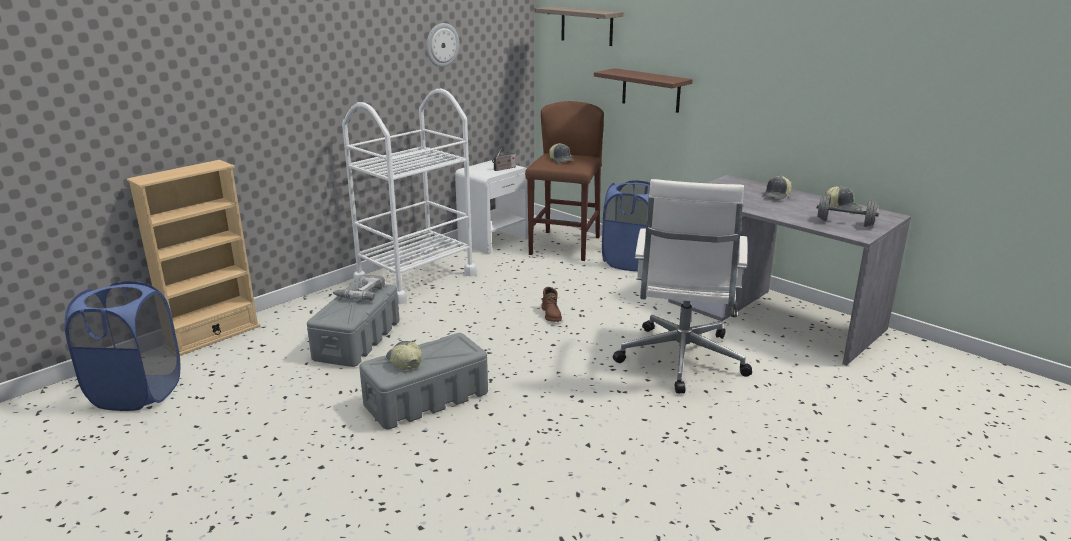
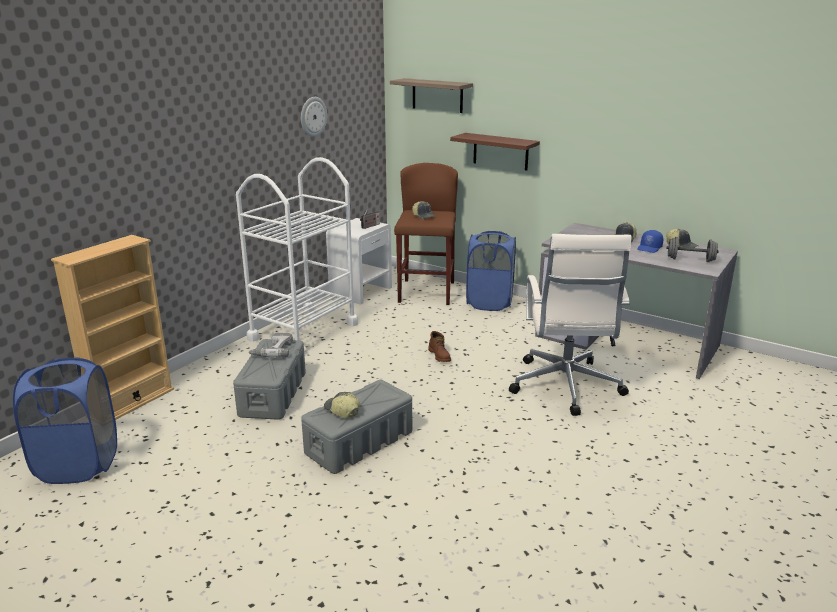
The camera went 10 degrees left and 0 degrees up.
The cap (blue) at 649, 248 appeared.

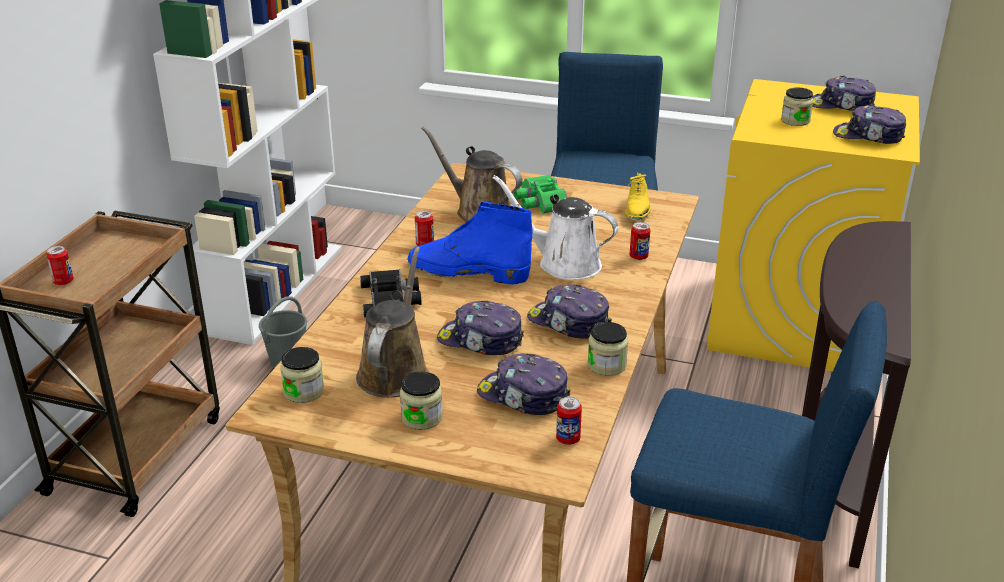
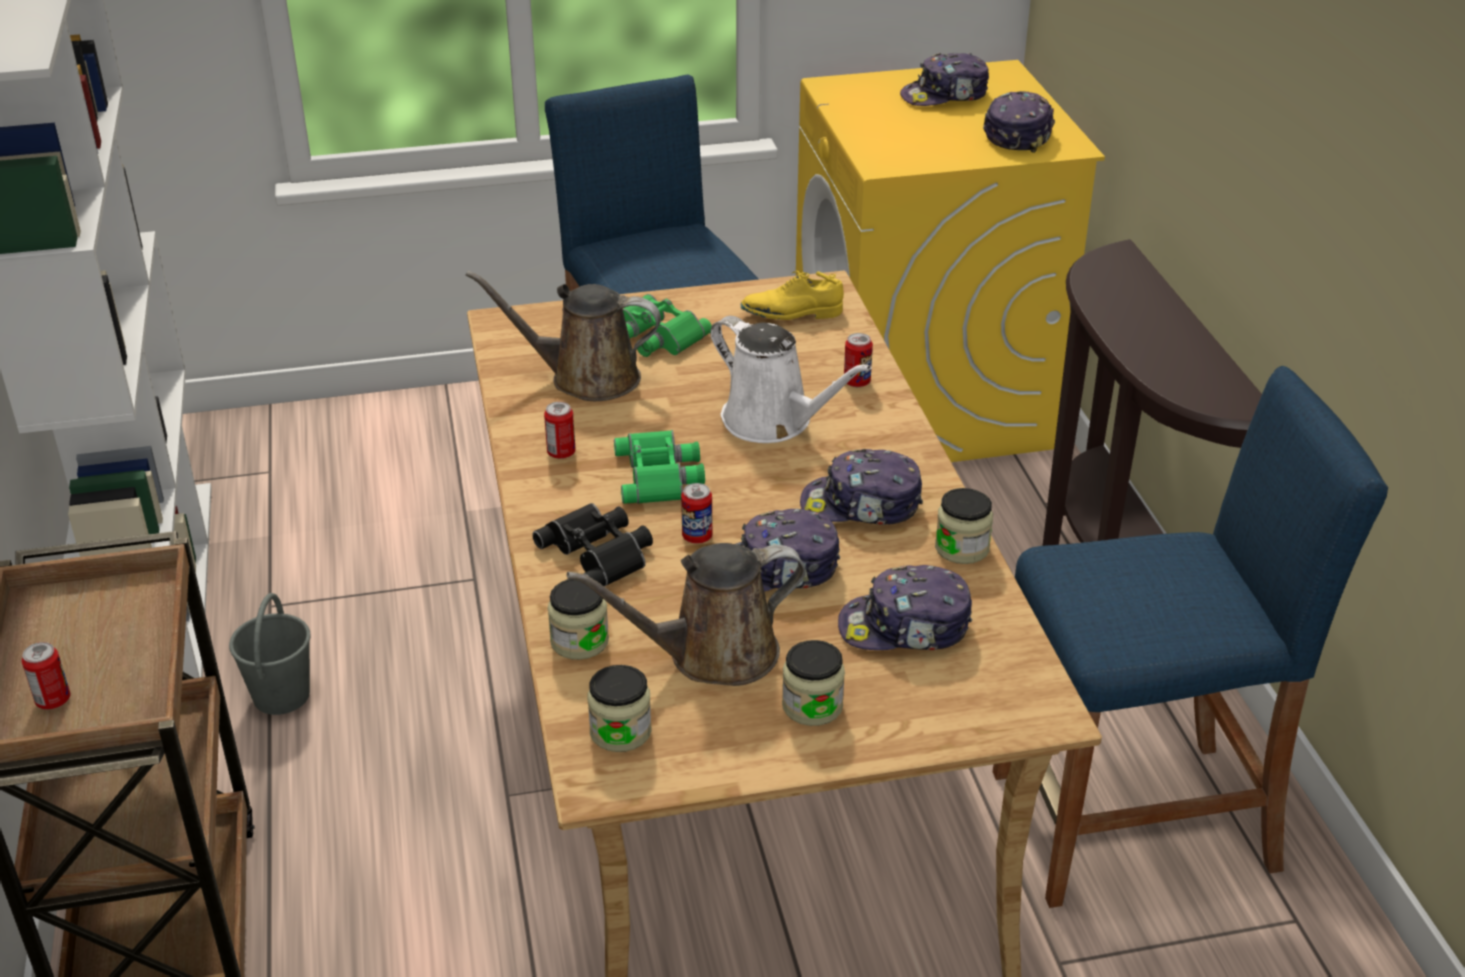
The camera went 30 degrees left and 5 degrees up.
The metal can moved from 568, 439 to 697, 537.
The jar moved from 795, 120 to 579, 641.
The tall boot (blue) at 467, 271 was replaced by the pair of binoculars (greenish) at 660, 475.
The watering can (brown-coloured) at 395, 371 turned 90 degrees counterclockwise.
The watering can (white-coloured) at 563, 263 turned 135 degrees counterclockwise.
The shoe (yellow) at 637, 210 turned 105 degrees clockwise.
The cap at 868, 136 turned 120 degrees clockwise.

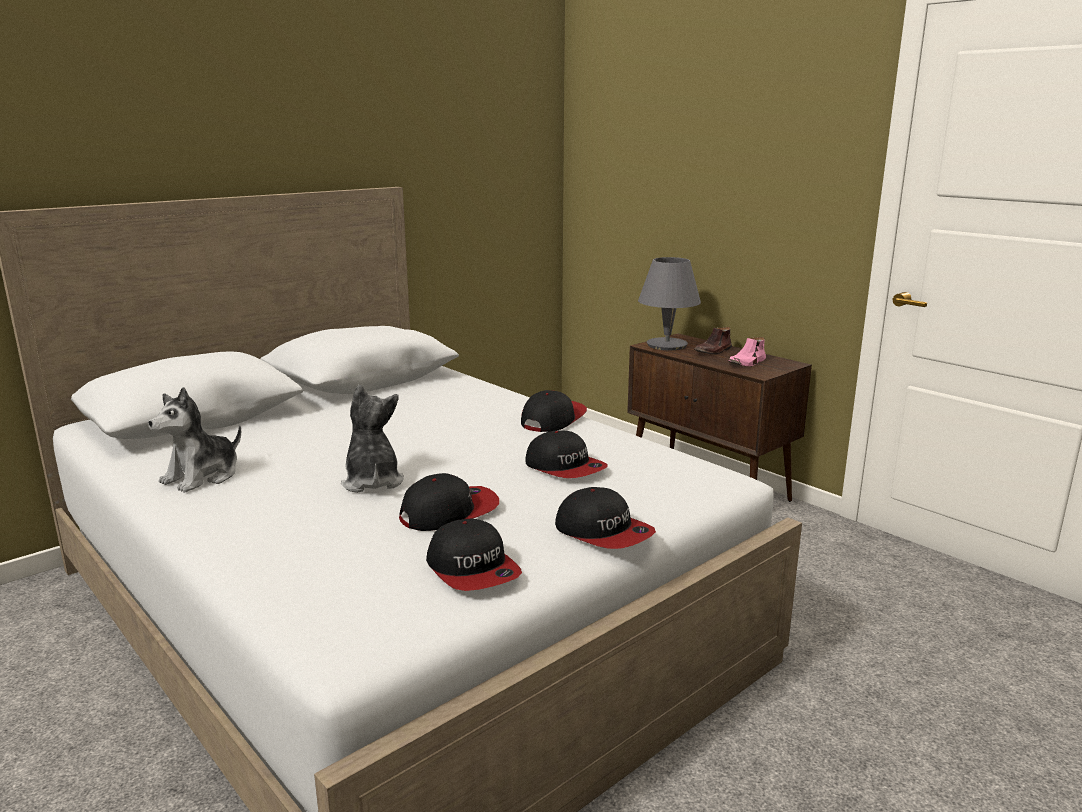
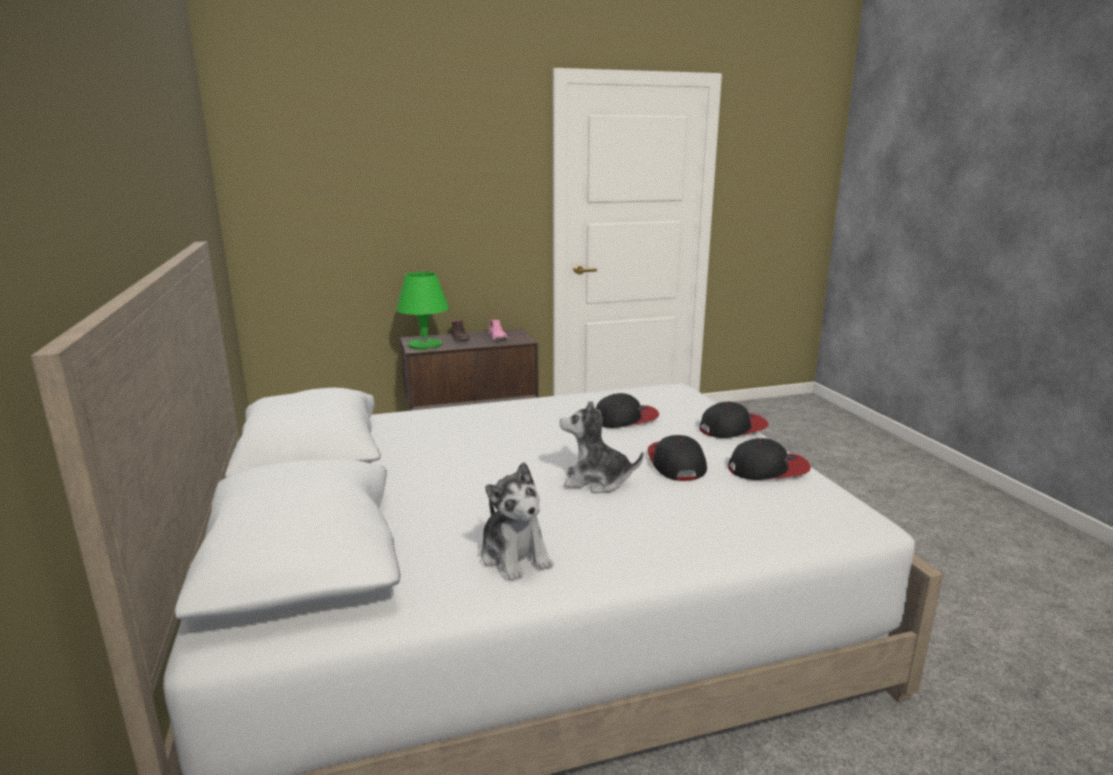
The camera went 65 degrees left and 0 degrees up.
The cap at 553, 419 disappeared.
The table lamp (grey) at 667, 345 became the table lamp (greenish) at 424, 345.

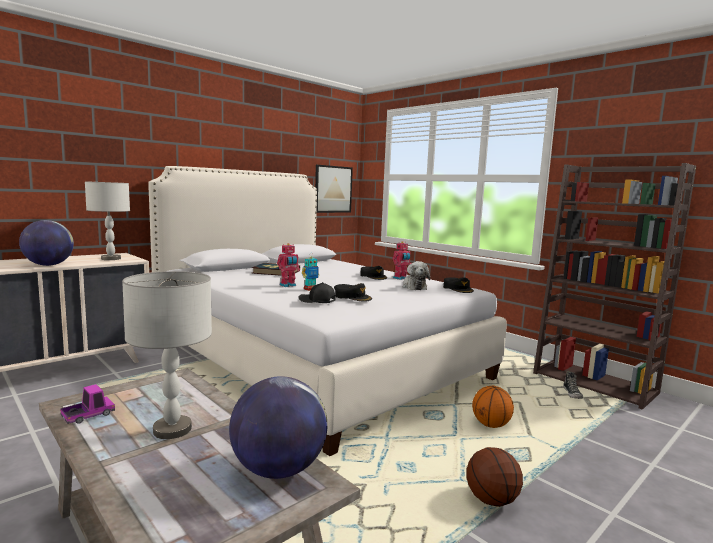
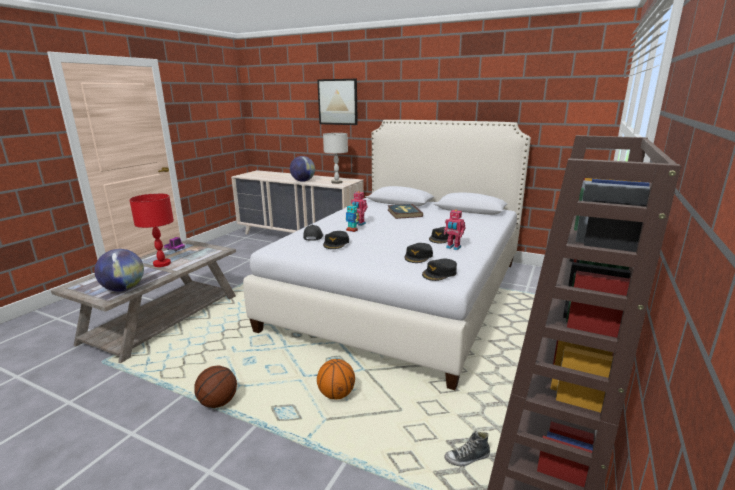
The camera went 70 degrees right and 10 degrees up.
The picture moved from 333, 189 to 338, 102.
The cuddly toy at 414, 287 was replaced by the cap (black) at 418, 256.
The table lamp (grey) at 172, 429 became the table lamp (red-coloured) at 162, 264.

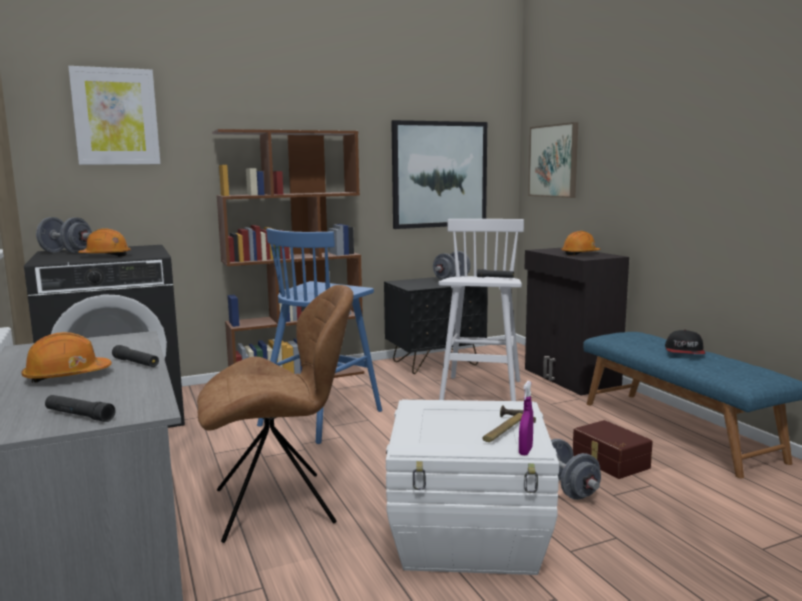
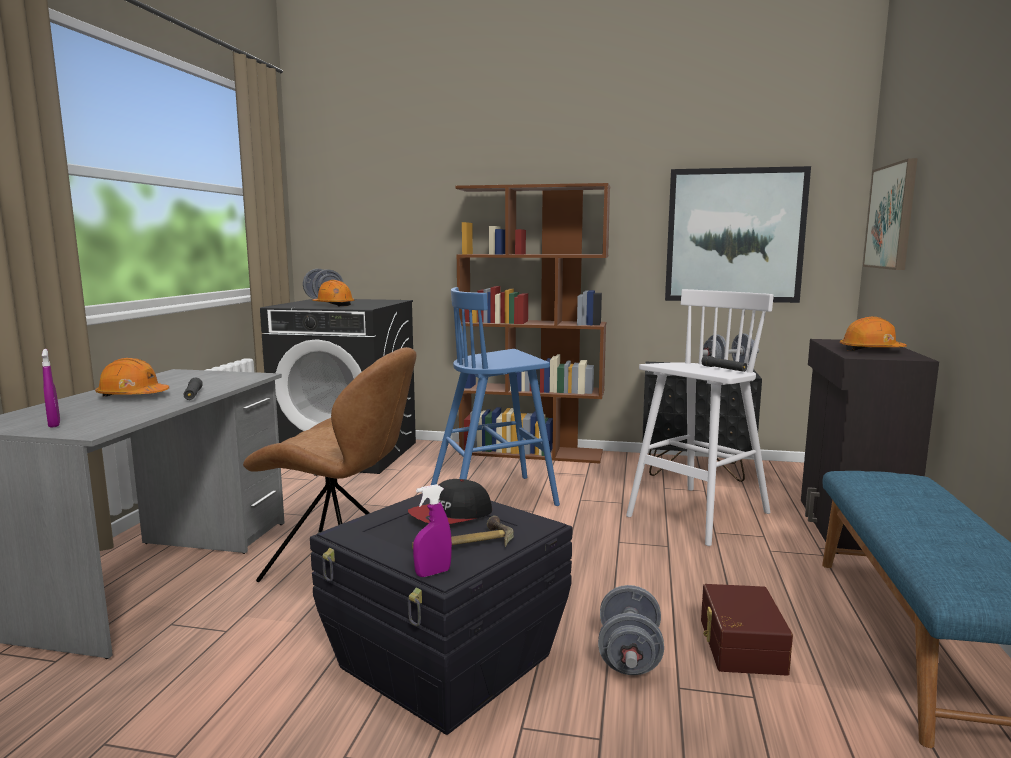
The camera went 35 degrees right and 0 degrees up.
The picture at 116, 117 disappeared.
The cap moved from 684, 352 to 451, 515.
The torch (black) at 79, 415 was replaced by the spray bottle (purple) at 54, 424.
The storage container (white-coloured) at 470, 536 became the storage container (black) at 446, 662.

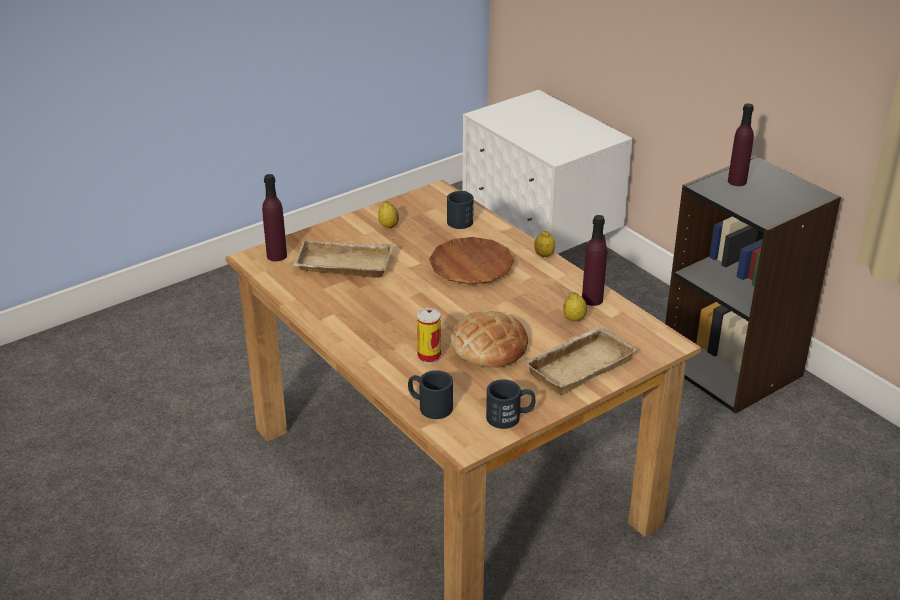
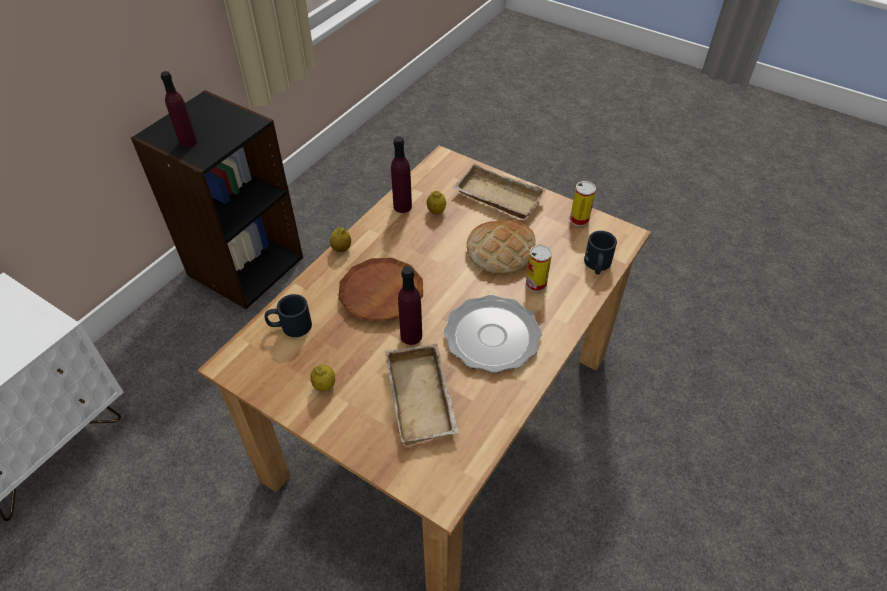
The camera went 110 degrees left and 15 degrees up.
The flat dish at 492, 336 appeared.
The bottle (purple) moved from 277, 256 to 411, 336.
The mug (black) at 510, 417 was replaced by the metal can at 579, 219.

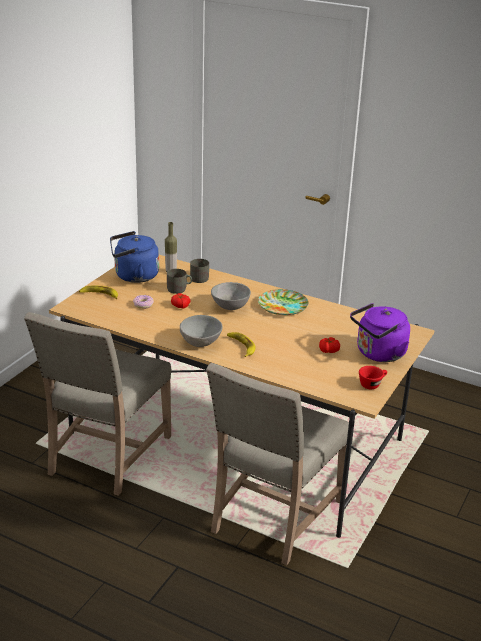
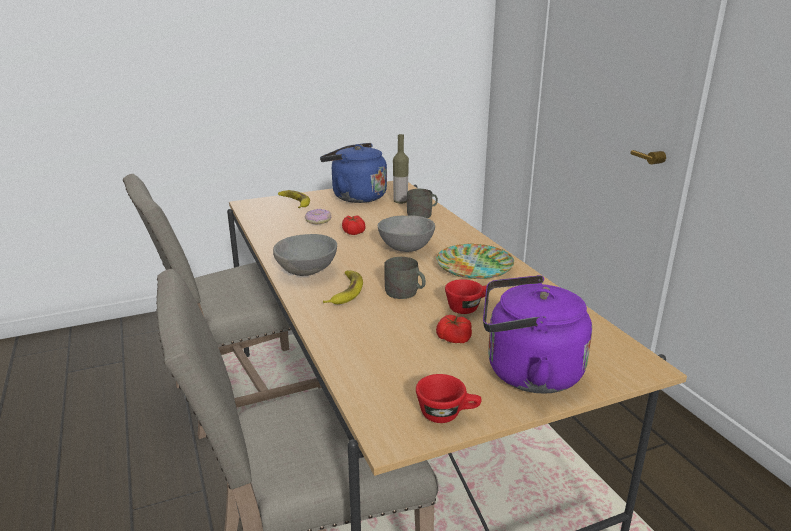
The camera went 40 degrees right and 5 degrees down.
The cup (red-coloured) at 467, 307 appeared.
The mug (grey) moved from 179, 289 to 405, 293.

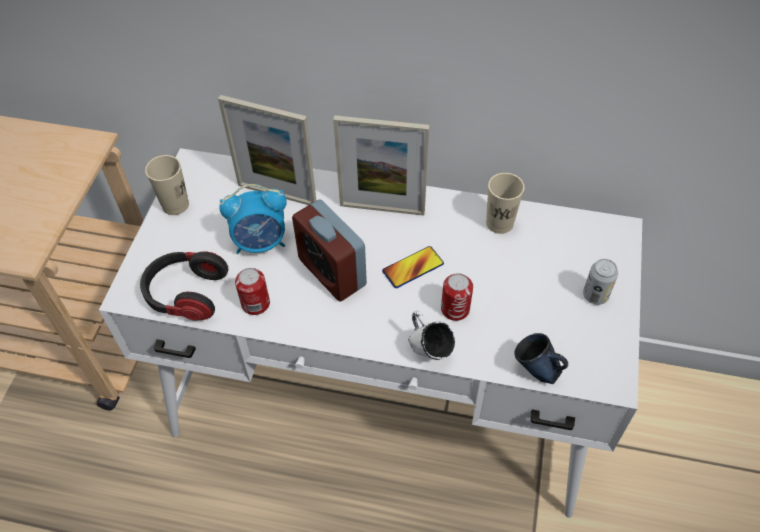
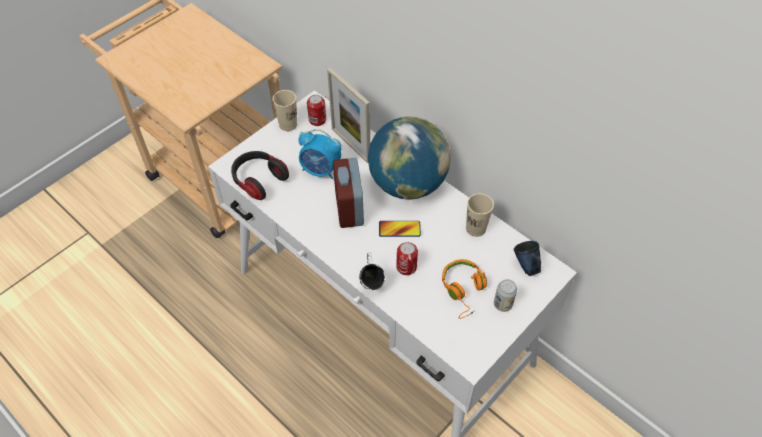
The camera went 30 degrees right and 0 degrees up.
The headset (orange-coloured) at 463, 290 appeared.
The metal can moved from 255, 304 to 317, 120.
The mug (blue) moved from 536, 372 to 526, 267.
The picture frame at 382, 208 was replaced by the globe at 408, 183.

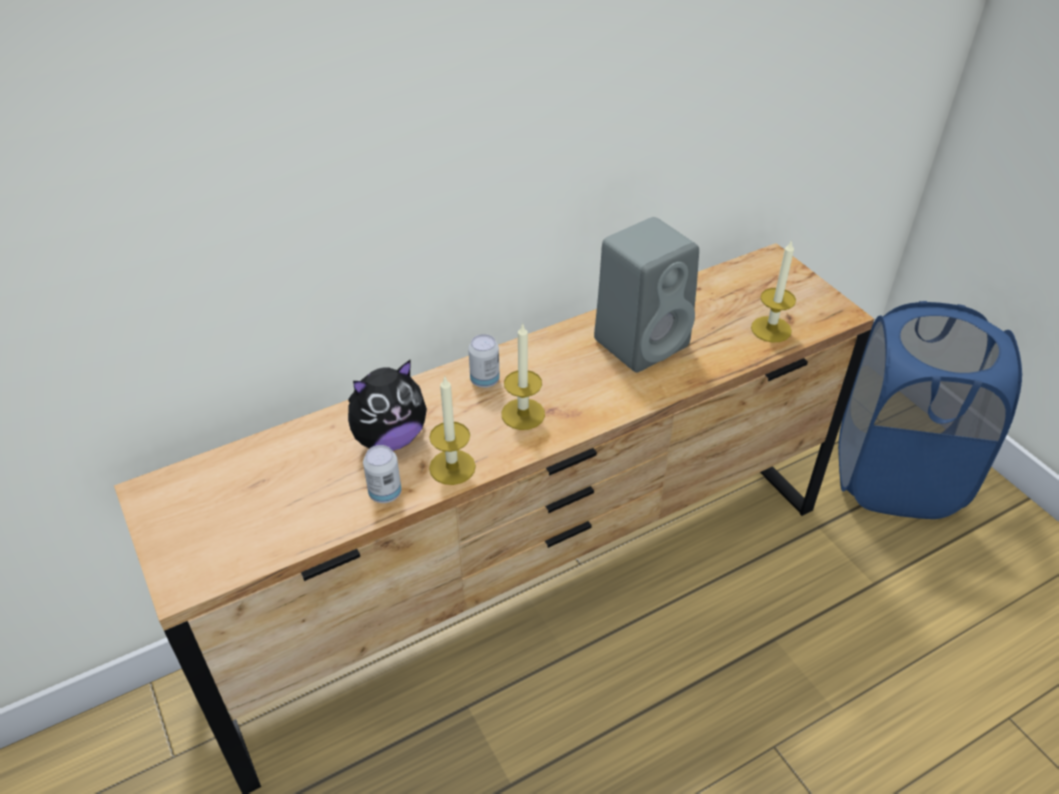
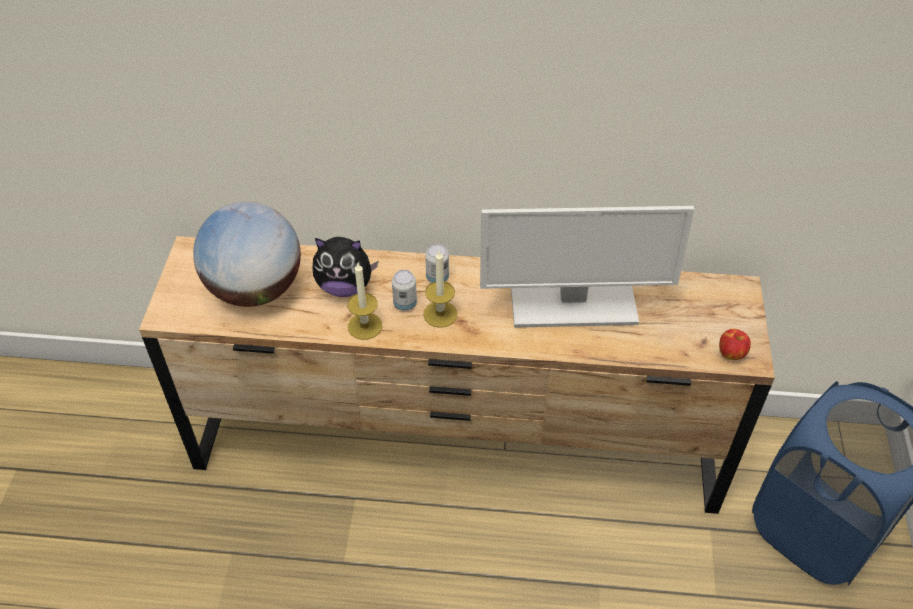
The camera went 35 degrees right and 5 degrees up.
The wax light at 771, 329 disappeared.
The globe at 256, 289 appeared.
The apple fruit at 731, 354 appeared.
The metal can moved from 385, 493 to 405, 304.
The speaker (grey) at 643, 341 was replaced by the computer display at 572, 304.

